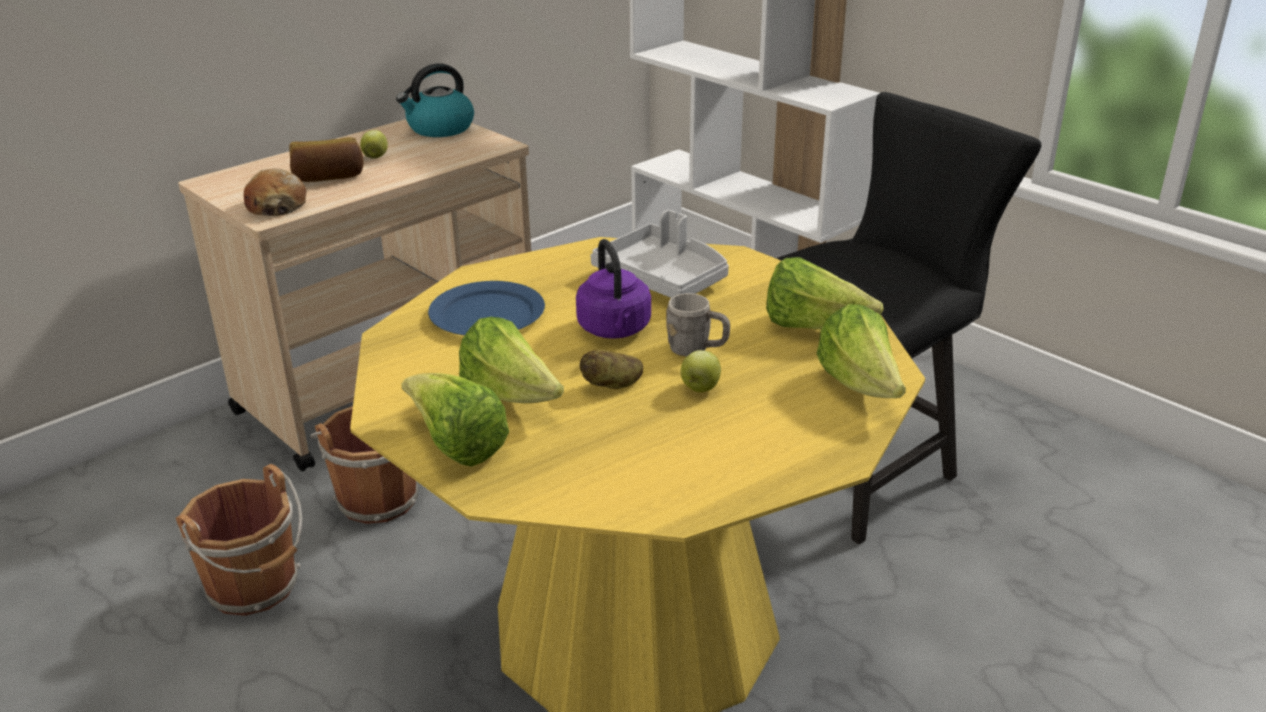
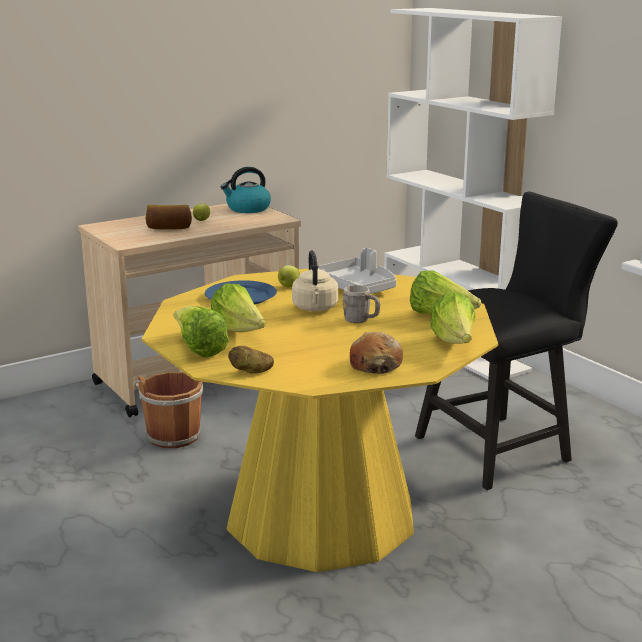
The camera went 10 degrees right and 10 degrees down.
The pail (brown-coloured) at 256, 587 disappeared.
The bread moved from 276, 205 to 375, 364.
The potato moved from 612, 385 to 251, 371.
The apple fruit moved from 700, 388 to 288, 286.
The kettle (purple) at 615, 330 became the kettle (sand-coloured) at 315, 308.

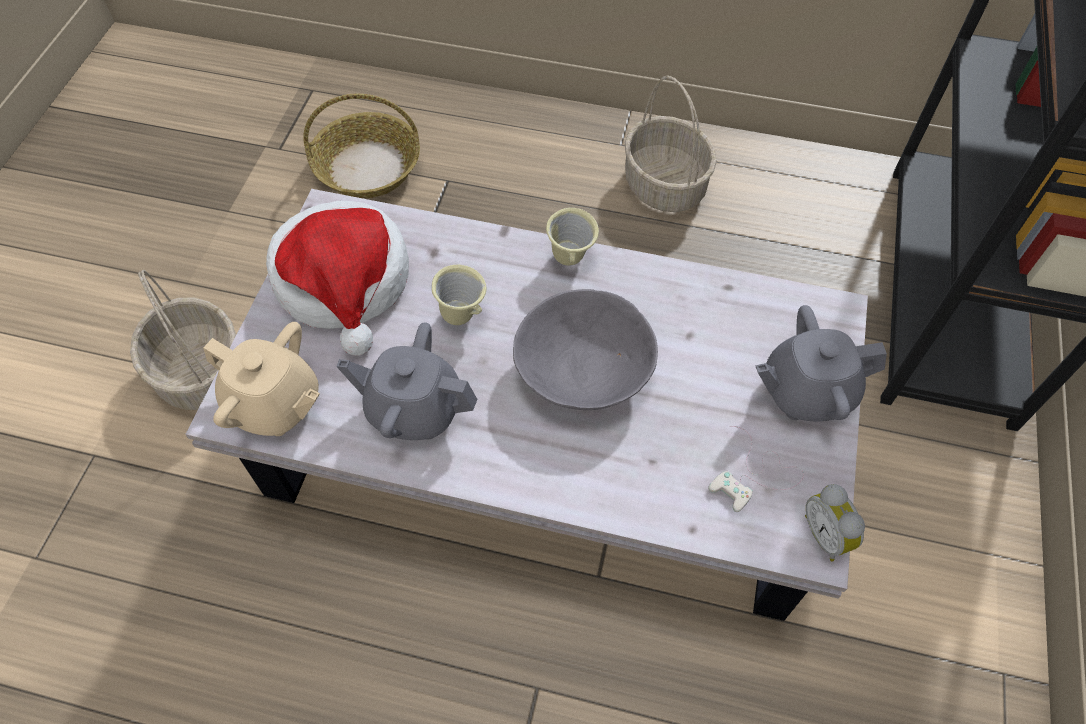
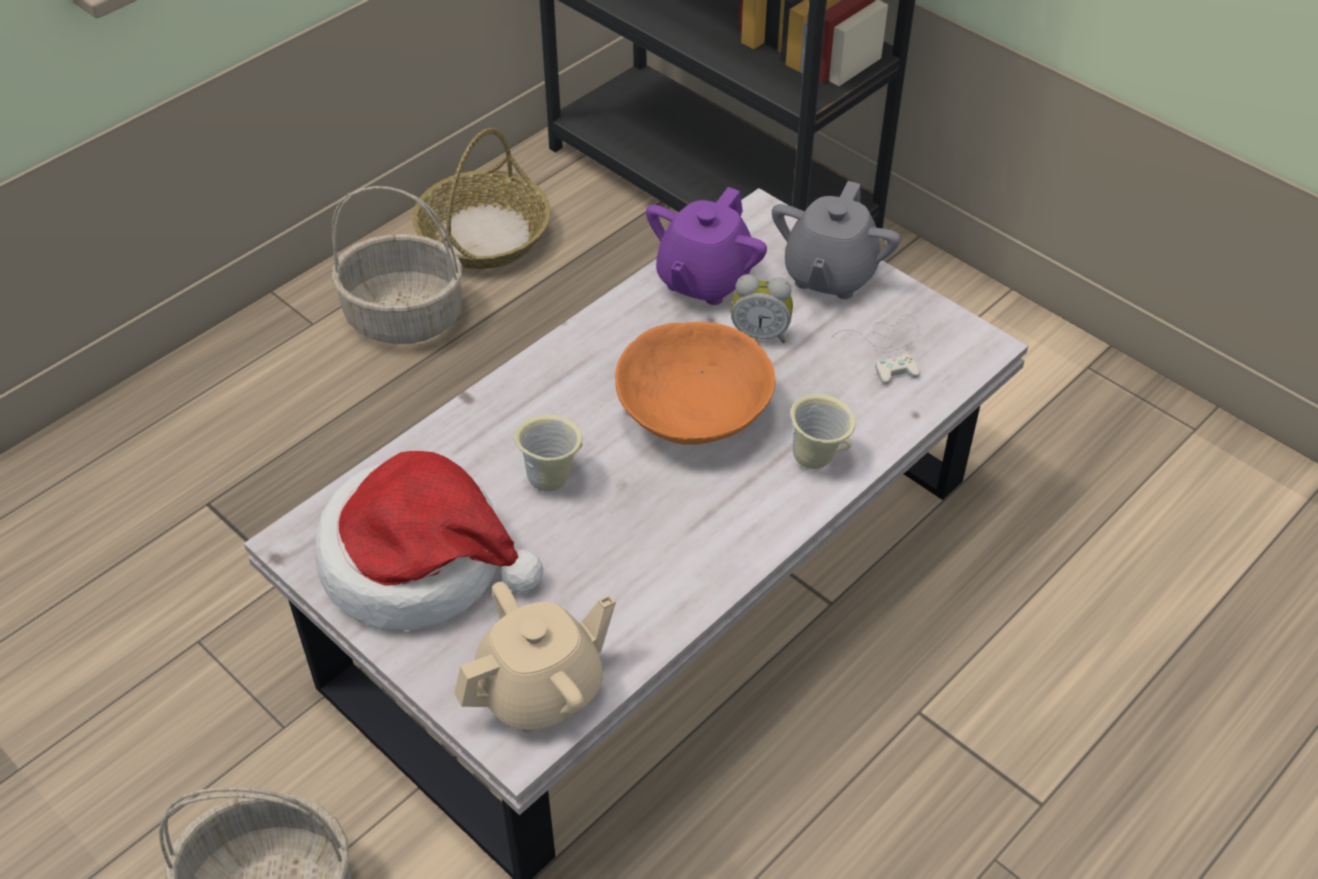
The camera went 60 degrees left and 10 degrees down.
The tea pot (grey) at 414, 409 disappeared.
The tea pot (purple) at 703, 280 appeared.
The storage basket moved from 368, 167 to 484, 234.
The mug (sand-coloured) moved from 571, 260 to 818, 458.
The table clock moved from 827, 535 to 760, 333.
The deep dish (grey) at 584, 370 became the deep dish (orange-coloured) at 693, 412.

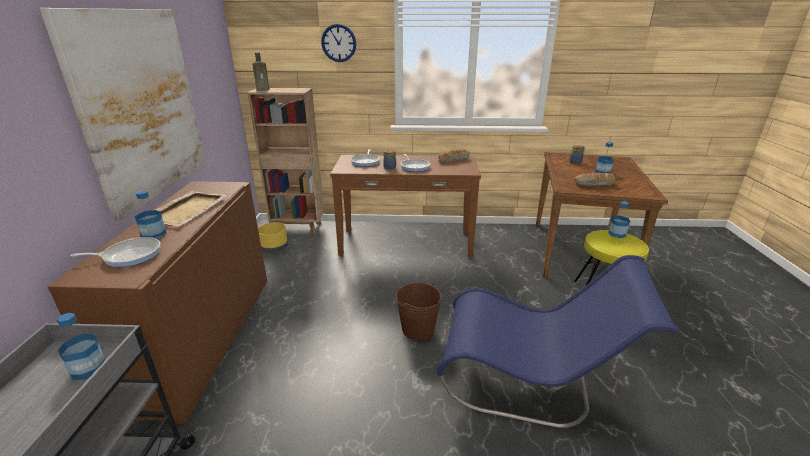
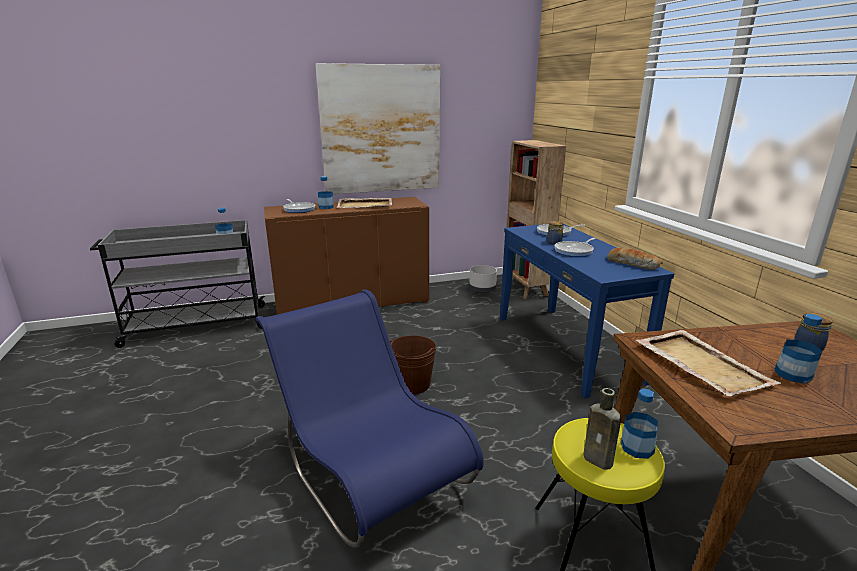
The camera went 70 degrees right and 5 degrees down.
The hanging clock at 338, 43 disappeared.
The bottle (brown-coloured) moved from 264, 89 to 600, 461.
The bread at 594, 184 was replaced by the serving tray (sand-coloured) at 700, 364.
The planter (yellow) at 274, 248 became the planter (grey) at 482, 289.
The narrow table (brown-coloured) at 406, 242 became the narrow table (blue) at 566, 347.
The plain chair (blue) at 530, 380 turned 150 degrees clockwise.

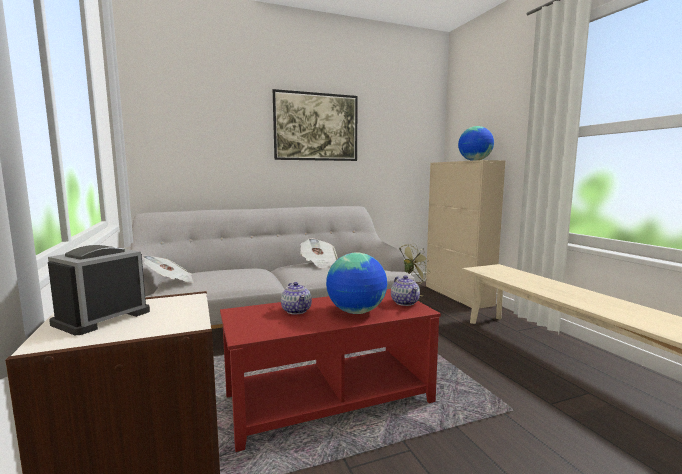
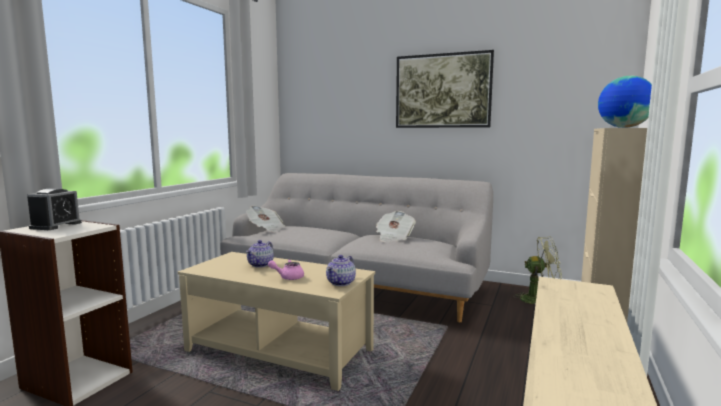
The camera went 45 degrees right and 0 degrees up.
The globe at 356, 312 was replaced by the tea pot (pink) at 288, 277.
The lounge table (red-coloured) at 329, 399 became the lounge table (sand-coloured) at 279, 351.
The table clock at 102, 317 turned 120 degrees clockwise.

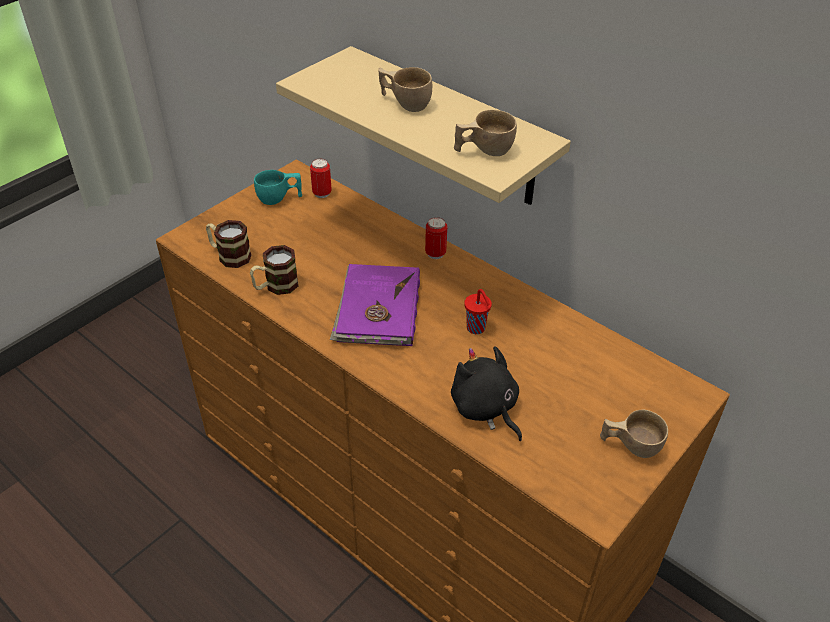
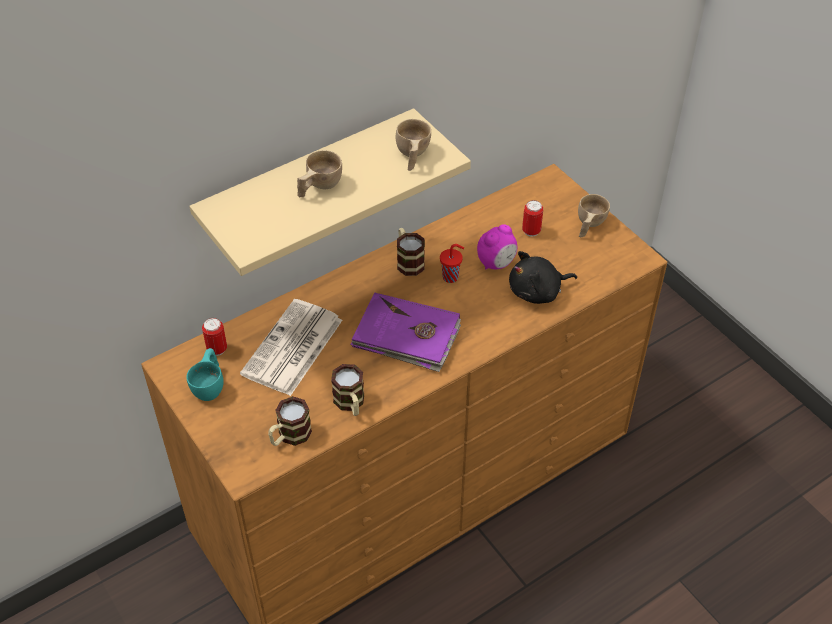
The camera went 75 degrees left and 5 degrees up.
The newspaper at 292, 349 appeared.
The mug at 408, 261 appeared.
The table clock at 496, 263 appeared.
The metal can moved from 435, 254 to 531, 231.

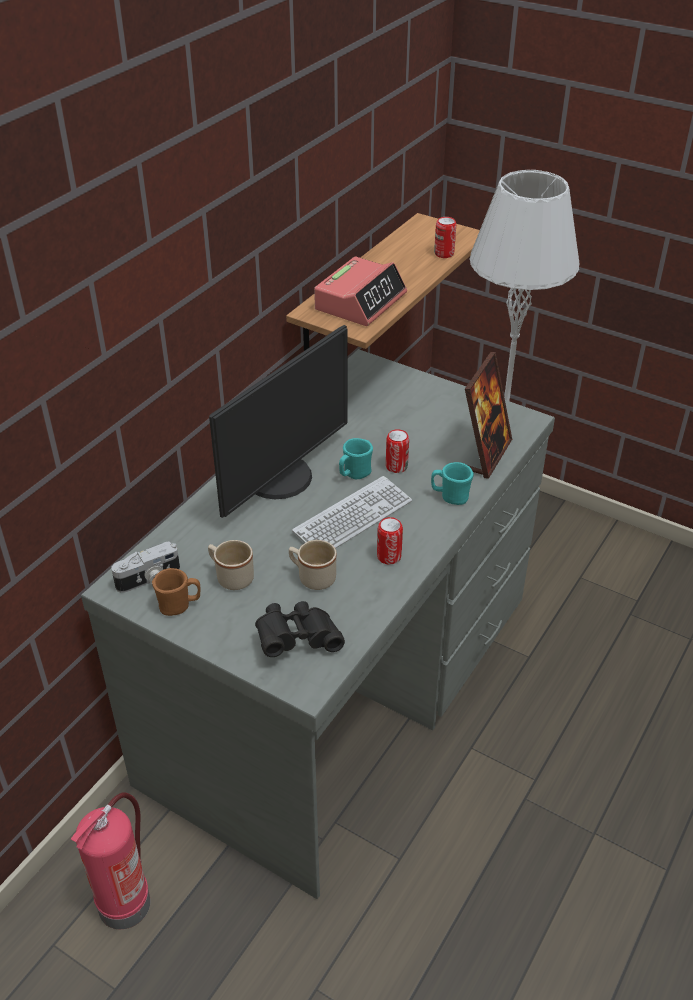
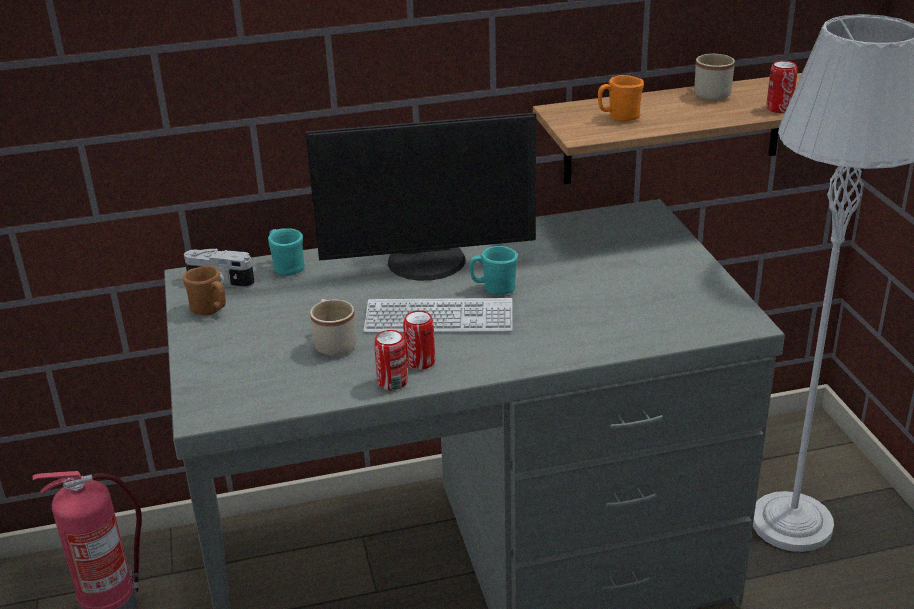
The camera went 45 degrees right and 10 degrees down.
The pair of binoculars (black) at 297, 639 disappeared.
The picture frame at 484, 454 disappeared.
The mug (sand-coloured) moved from 231, 577 to 709, 93.
The metal can moved from 396, 466 to 392, 382.
The mug (turquoise) moved from 450, 497 to 286, 267.
The table clock at 360, 301 was replaced by the mug (orange-coloured) at 619, 117.

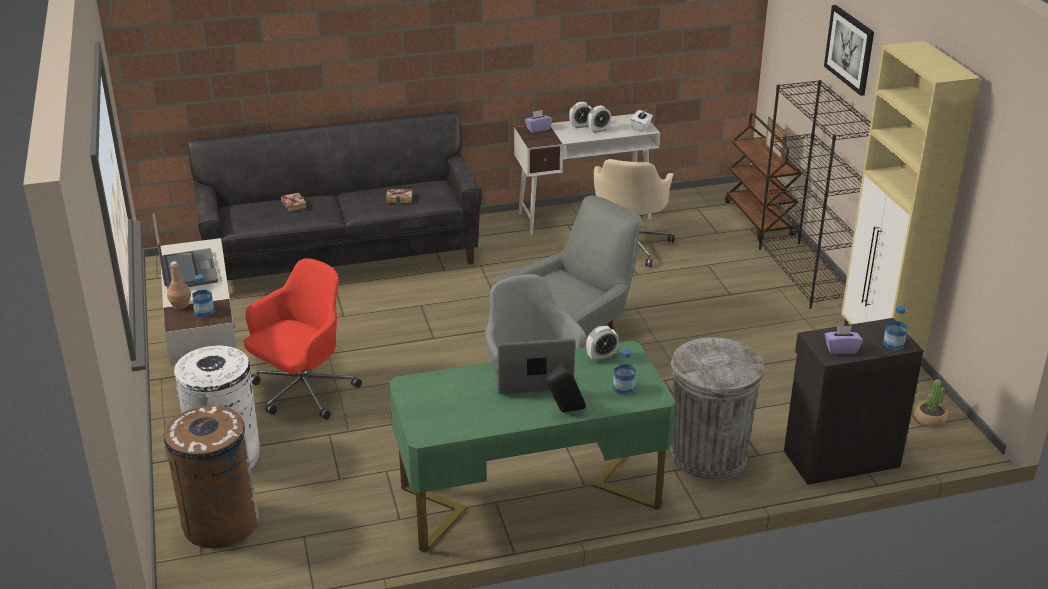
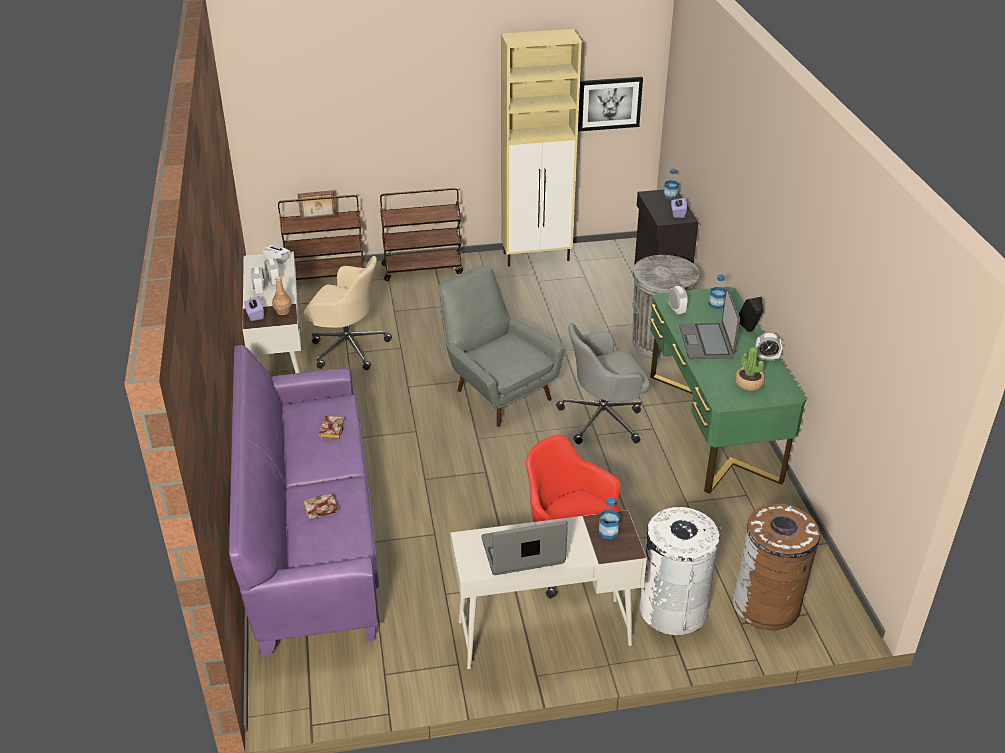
The camera went 85 degrees left and 5 degrees up.
The table clock at 766, 357 appeared.
The bottle (brown-coloured) moved from 181, 305 to 283, 311.
The picture moved from 850, 49 to 609, 103.
The plant in a pot moved from 930, 419 to 749, 383.
The shelving unit (black) at 805, 274 was replaced by the cart (brown-coloured) at 422, 269.
The settee (black) at 342, 258 became the settee (purple) at 311, 538.

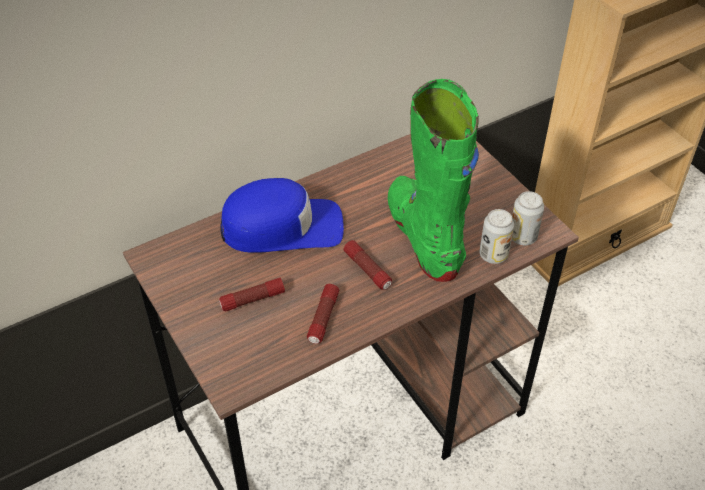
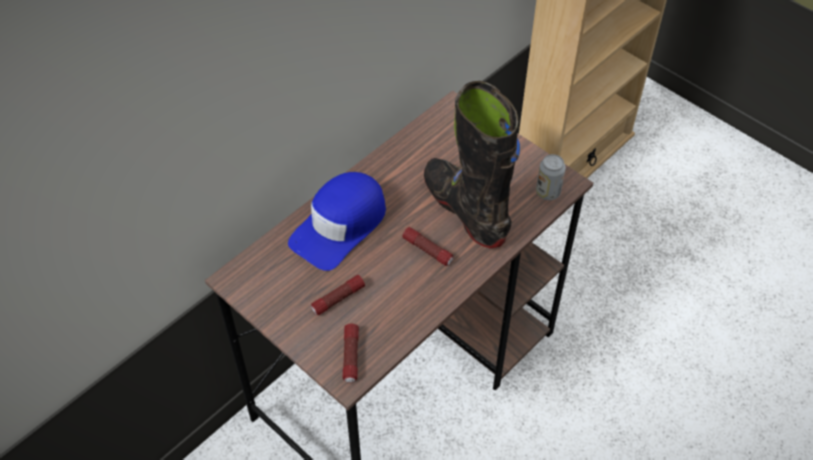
The camera went 15 degrees left and 5 degrees up.
The metal can at 493, 255 disappeared.
The torch moved from 323, 319 to 351, 357.
The tall boot (greenish) at 424, 237 became the tall boot (black) at 466, 210.
The cap (blue) at 282, 227 turned 150 degrees clockwise.

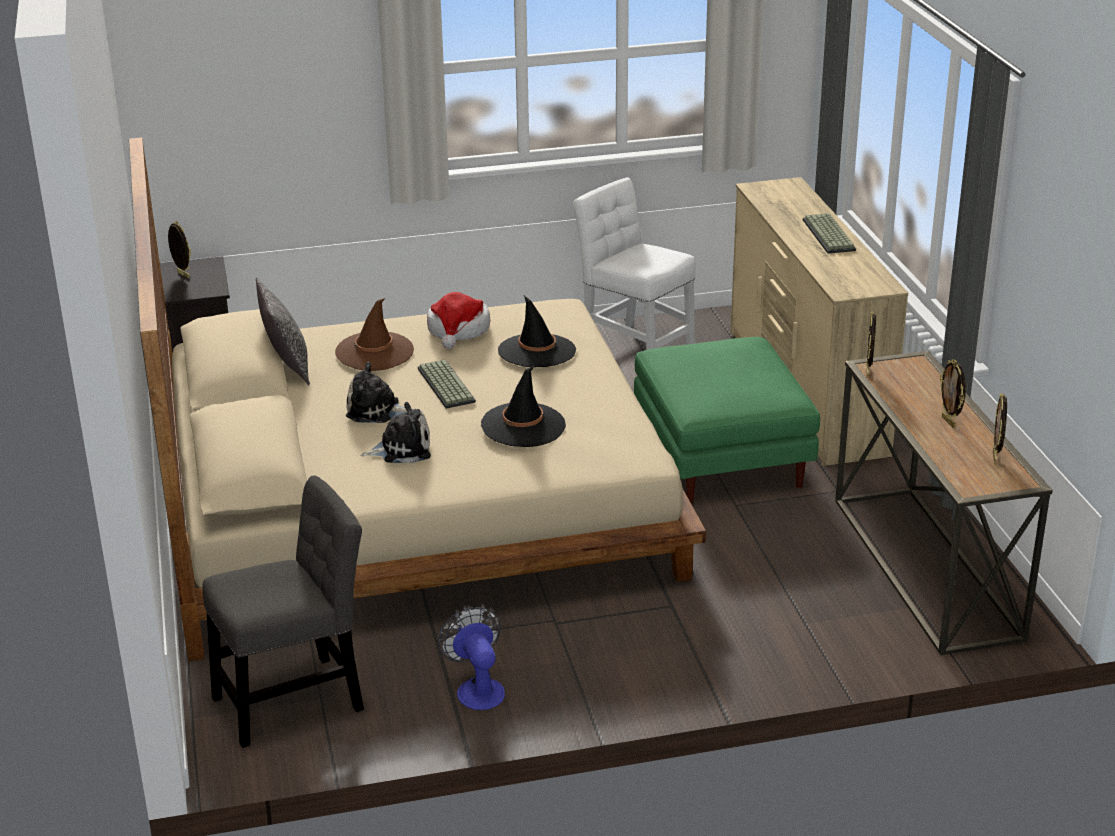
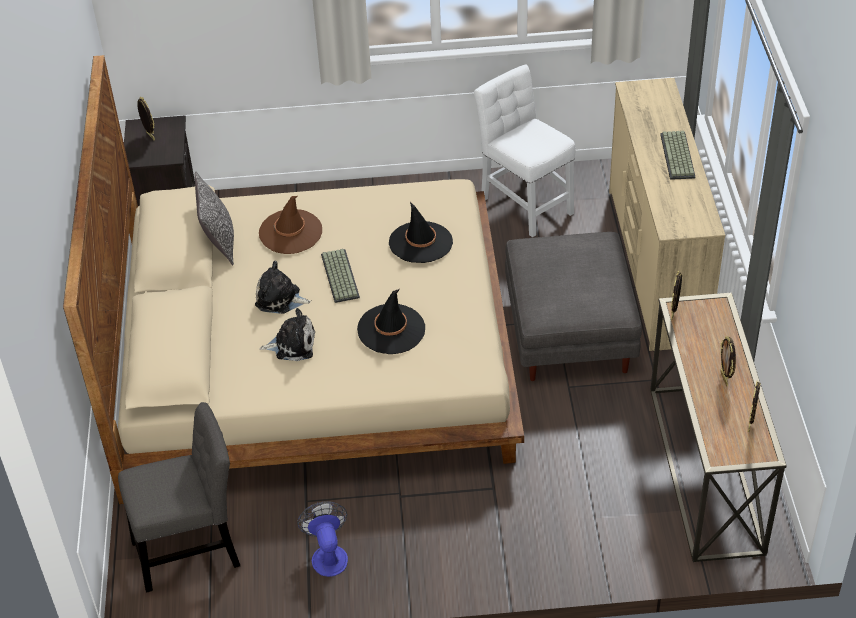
The camera went 10 degrees right and 15 degrees up.
The hat at 458, 330 disappeared.
The footrest (greenish) at 720, 455 became the footrest (grey) at 568, 330.

